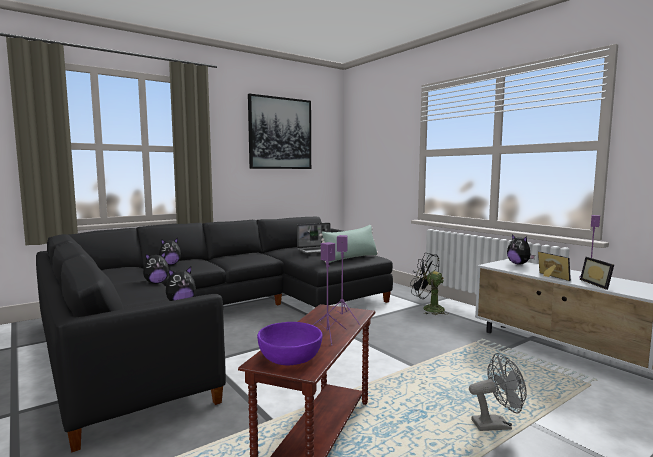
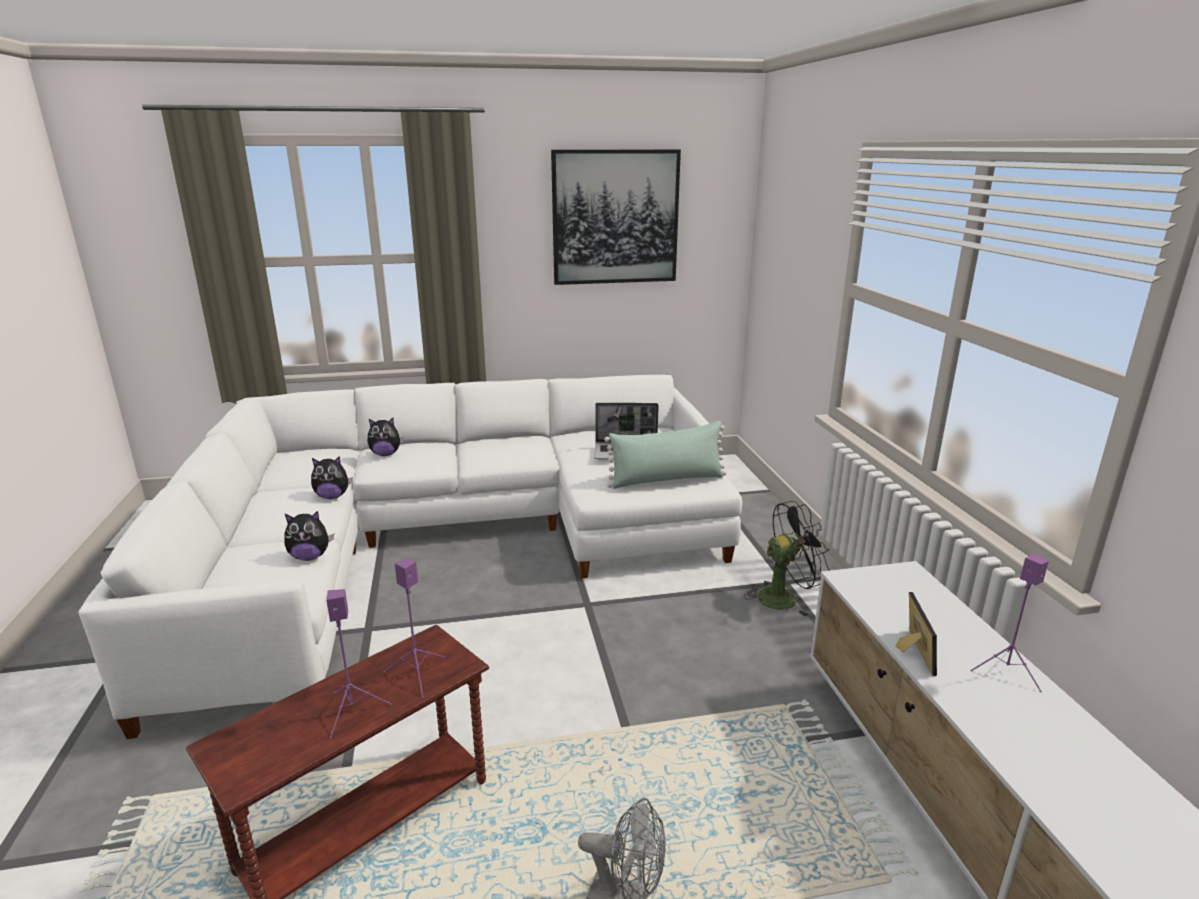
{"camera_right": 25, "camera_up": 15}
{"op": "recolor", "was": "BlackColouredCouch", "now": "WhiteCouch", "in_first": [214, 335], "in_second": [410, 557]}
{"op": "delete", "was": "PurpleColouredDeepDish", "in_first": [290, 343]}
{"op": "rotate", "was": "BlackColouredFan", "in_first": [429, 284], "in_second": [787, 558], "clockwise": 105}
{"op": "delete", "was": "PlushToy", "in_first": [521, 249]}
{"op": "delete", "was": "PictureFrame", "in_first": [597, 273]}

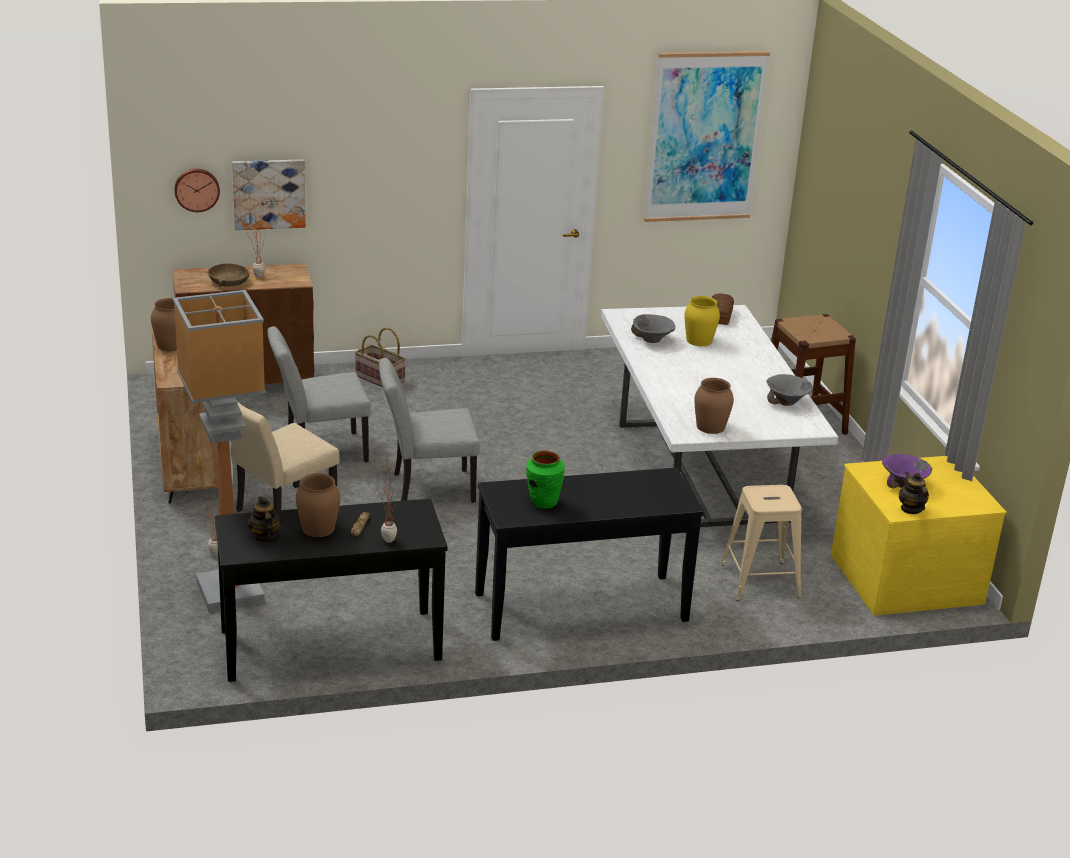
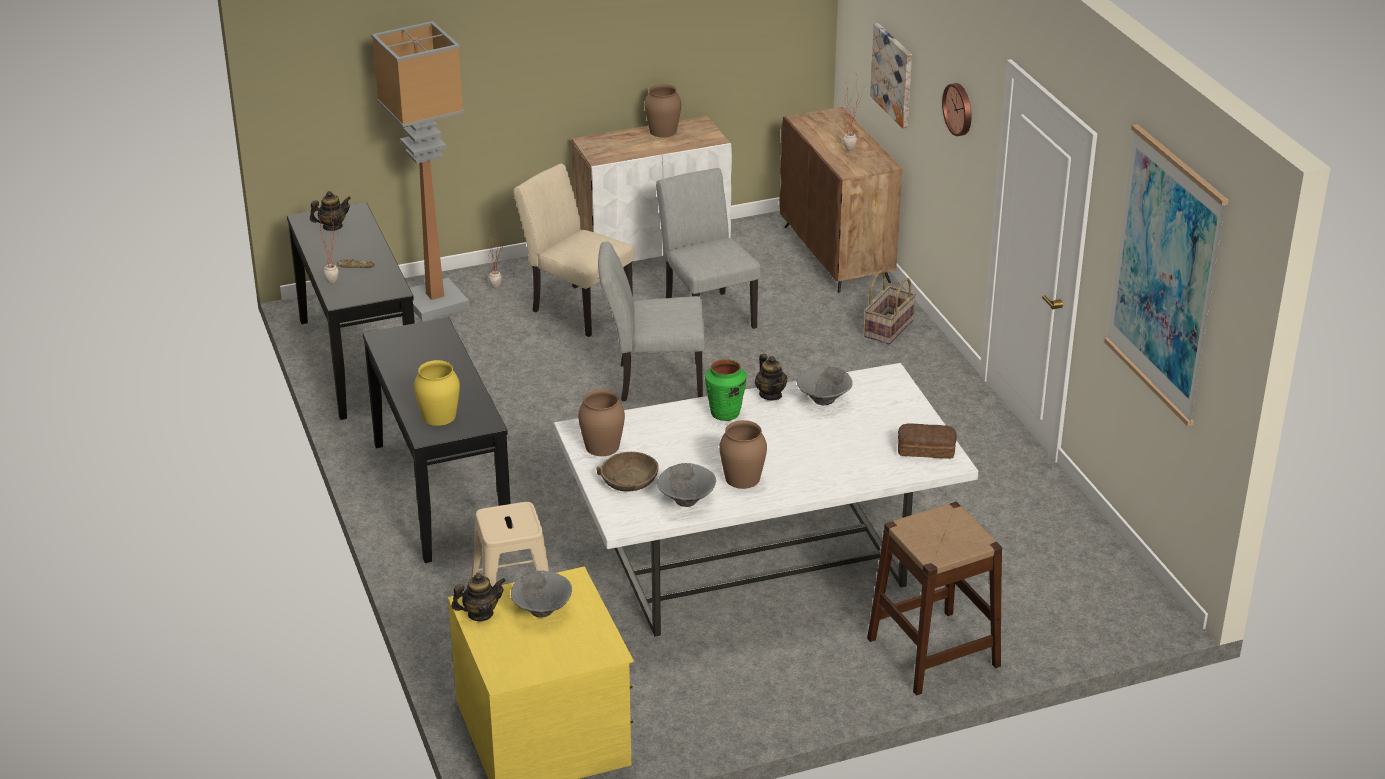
{"camera_right": 85, "camera_up": 5}
{"op": "move", "was": "WallClock", "in_first": [197, 190], "in_second": [956, 109]}
{"op": "move", "was": "BrownColouredDeepDish", "in_first": [229, 275], "in_second": [627, 471]}
{"op": "move", "was": "BrownColouredVase", "in_first": [318, 505], "in_second": [743, 454]}
{"op": "rotate", "was": "GreyishPlainChair", "in_first": [429, 430], "in_second": [651, 321], "clockwise": -75}
{"op": "move", "was": "GreenishVase", "in_first": [545, 479], "in_second": [726, 390]}
{"op": "move", "was": "YellowColouredVase", "in_first": [702, 321], "in_second": [437, 393]}
{"op": "recolor", "was": "PurpleColouredDeepDish", "now": "GreyishDeepDish", "in_first": [907, 471], "in_second": [541, 594]}
{"op": "insert", "now": "Teapot", "in_second": [771, 377]}

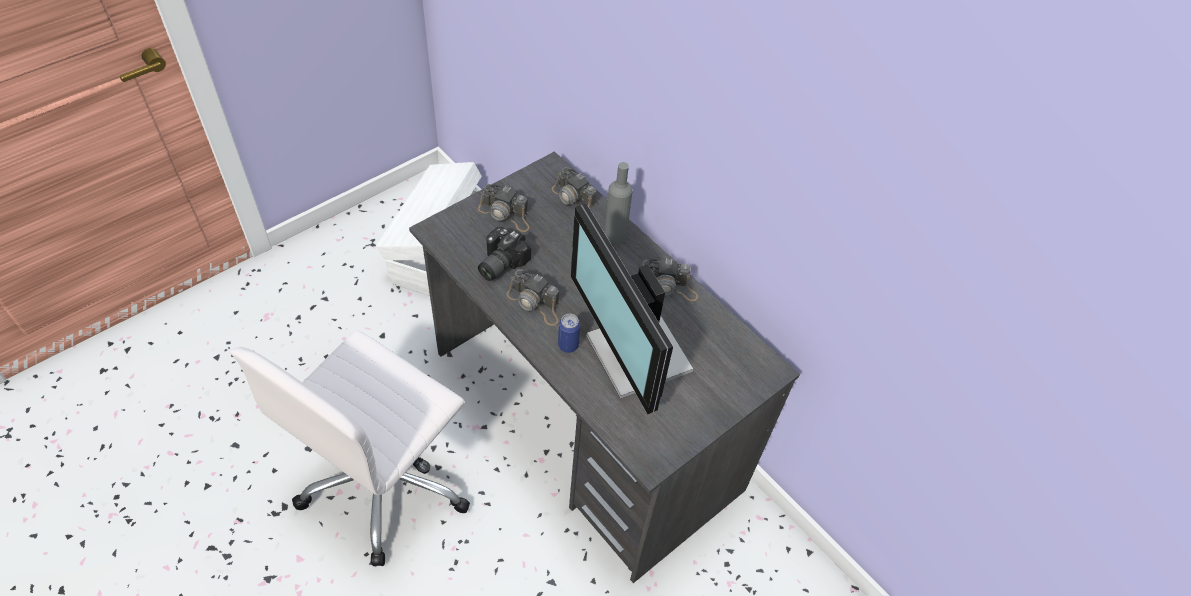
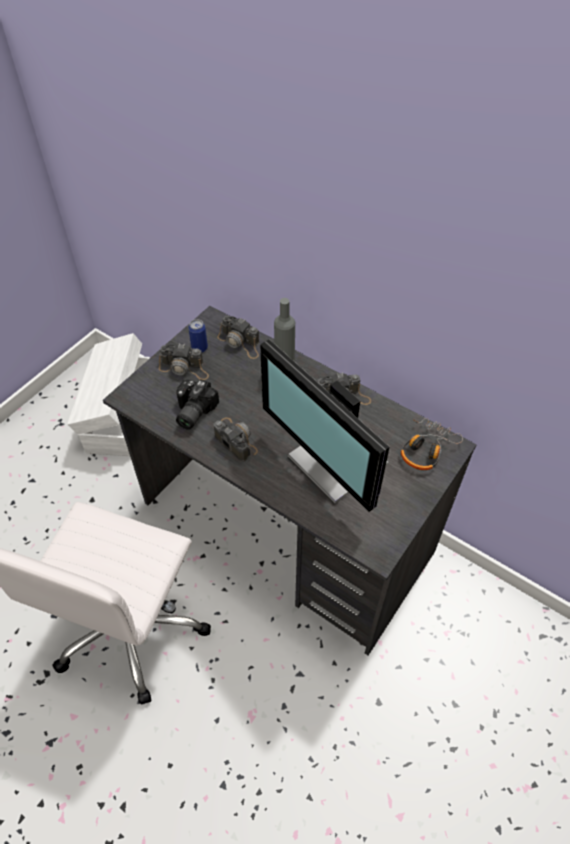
{"camera_right": -10, "camera_up": 0}
{"op": "rotate", "was": "PhotoCamera", "in_first": [532, 297], "in_second": [236, 439], "clockwise": -150}
{"op": "move", "was": "Can", "in_first": [569, 333], "in_second": [198, 336]}
{"op": "insert", "now": "Headphones", "in_second": [432, 444]}

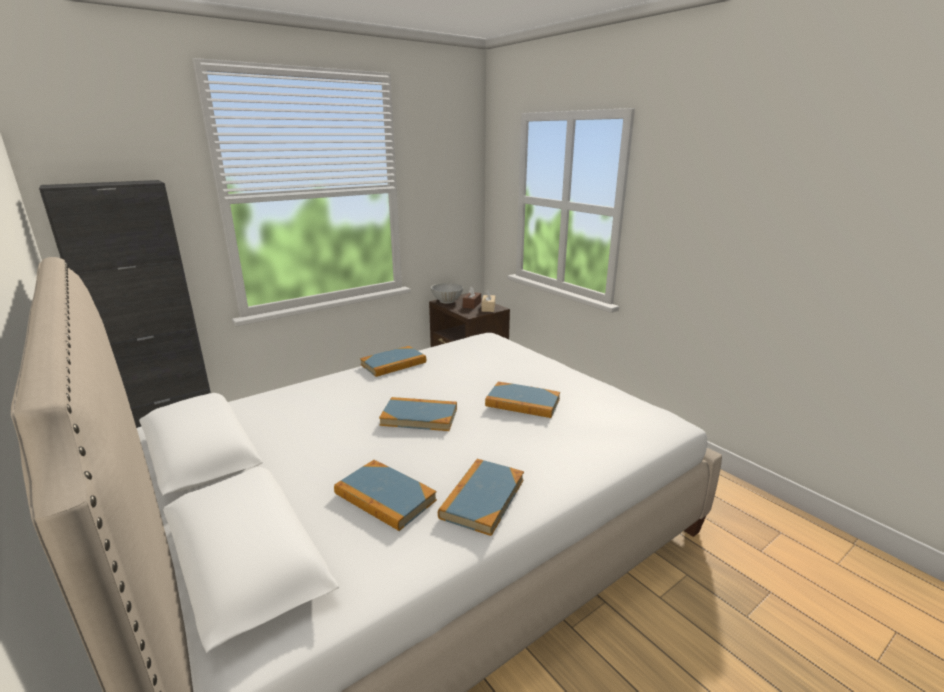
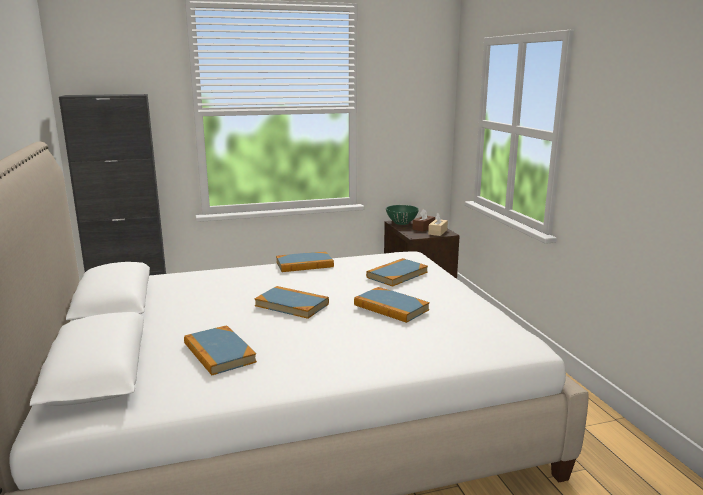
{"camera_right": 20, "camera_up": -5}
{"op": "recolor", "was": "WhiteDeepDish", "now": "GreenishDeepDish", "in_first": [447, 293], "in_second": [402, 215]}
{"op": "move", "was": "Volume", "in_first": [481, 497], "in_second": [397, 272]}

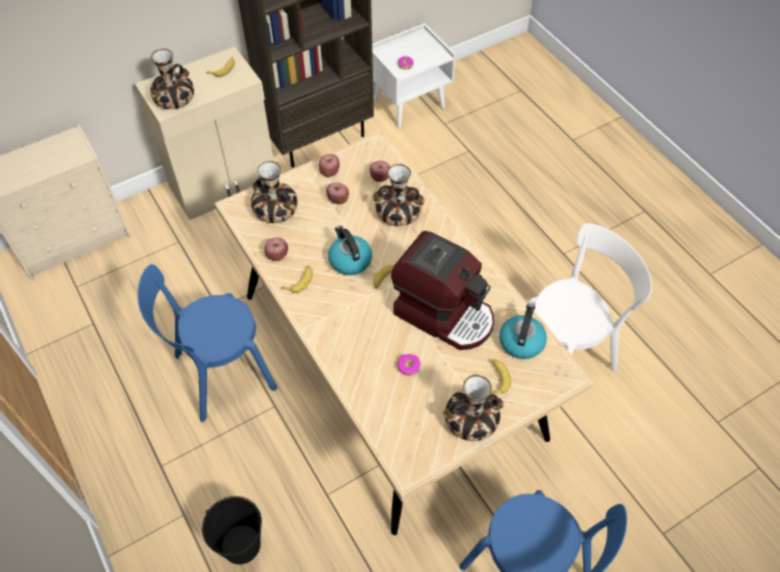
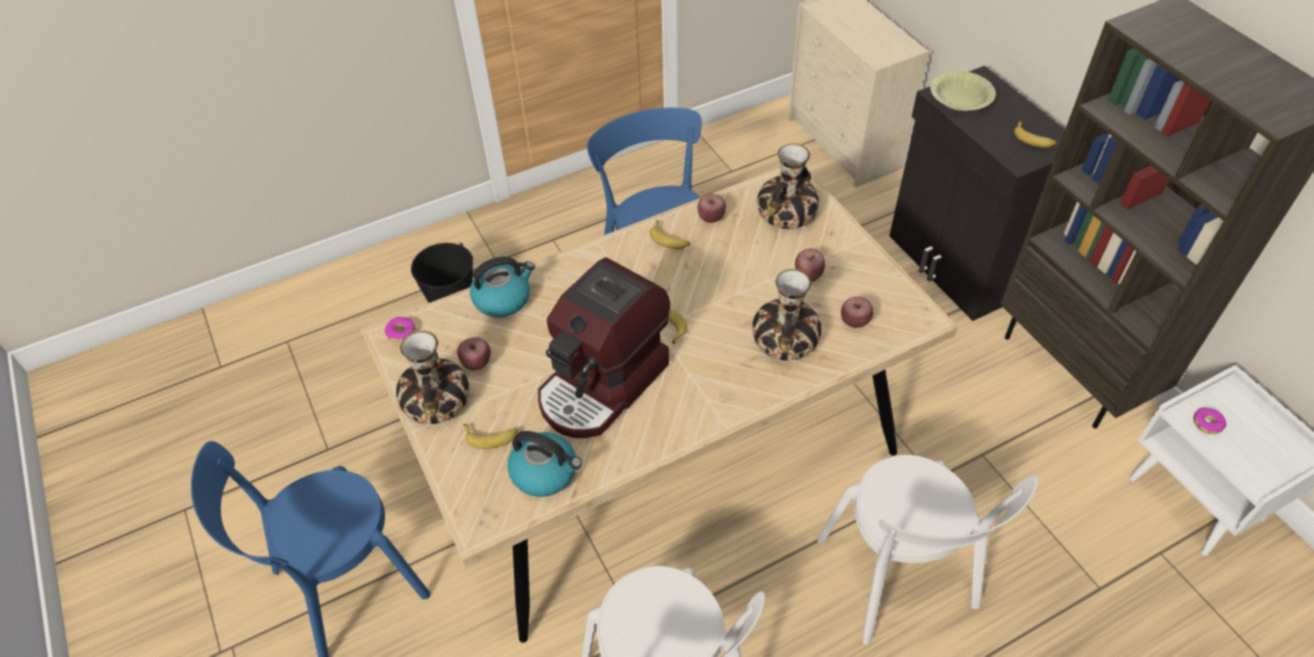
{"camera_right": 95, "camera_up": -5}
{"op": "recolor", "was": "BeigeColouredCupboard", "now": "BlackColouredCupboard", "in_first": [204, 133], "in_second": [977, 193]}
{"op": "replace", "was": "Vase", "now": "YellowColouredDeepDish", "in_first": [172, 79], "in_second": [963, 91]}
{"op": "move", "was": "AppleFruit", "in_first": [329, 165], "in_second": [474, 353]}
{"op": "move", "was": "Kettle", "in_first": [350, 250], "in_second": [502, 287]}
{"op": "move", "was": "Donut", "in_first": [408, 365], "in_second": [400, 330]}
{"op": "insert", "now": "WhitePlainChair", "in_second": [927, 550]}

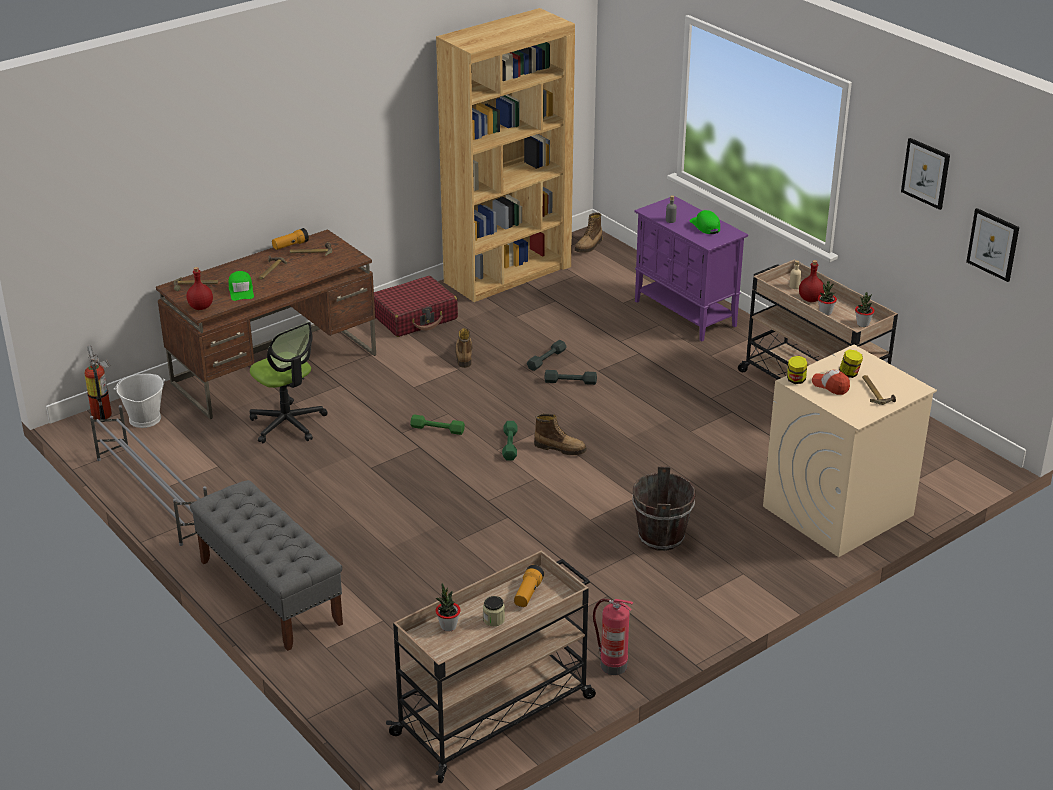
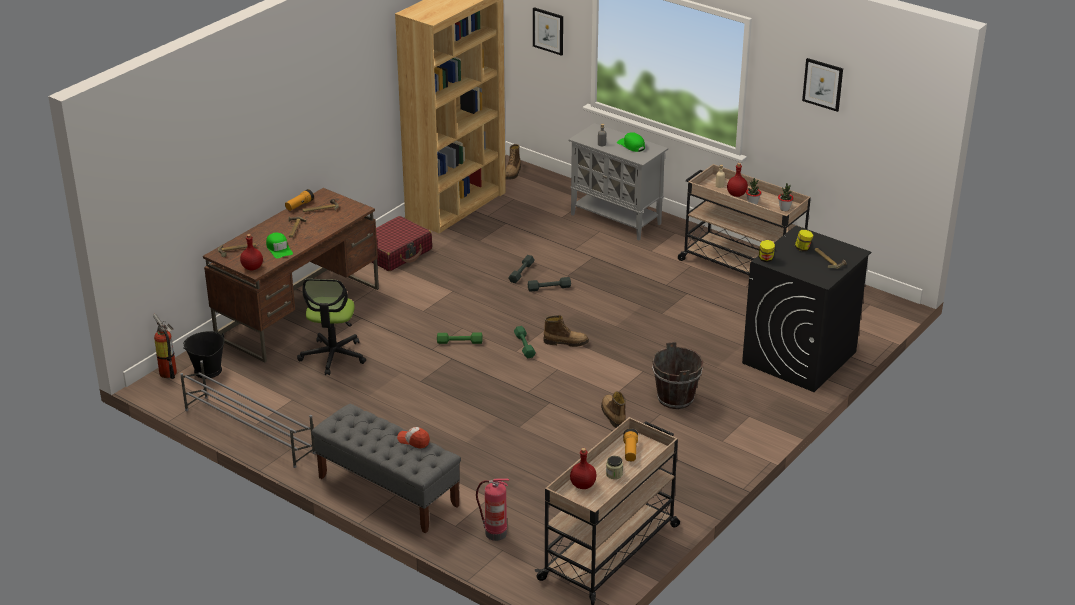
{"camera_right": -15, "camera_up": 0}
{"op": "recolor", "was": "WhitePail", "now": "BlackColouredPail", "in_first": [140, 401], "in_second": [203, 355]}
{"op": "rotate", "was": "ComputerChair", "in_first": [289, 382], "in_second": [331, 327], "clockwise": 60}
{"op": "replace", "was": "Houseplant", "now": "RedColouredBottle", "in_first": [448, 607], "in_second": [583, 468]}
{"op": "move", "was": "HighTopBoot", "in_first": [464, 348], "in_second": [613, 410]}
{"op": "move", "was": "Extinguisher", "in_first": [613, 637], "in_second": [492, 510]}
{"op": "recolor", "was": "PurpleColouredCupboard", "now": "GreyishCupboard", "in_first": [691, 268], "in_second": [618, 181]}
{"op": "recolor", "was": "BeigeColouredLaundryAppliance", "now": "BlackColouredLaundryAppliance", "in_first": [850, 451], "in_second": [806, 309]}
{"op": "move", "was": "Cap", "in_first": [831, 382], "in_second": [413, 438]}
{"op": "move", "was": "WallArt", "in_first": [992, 245], "in_second": [548, 31]}

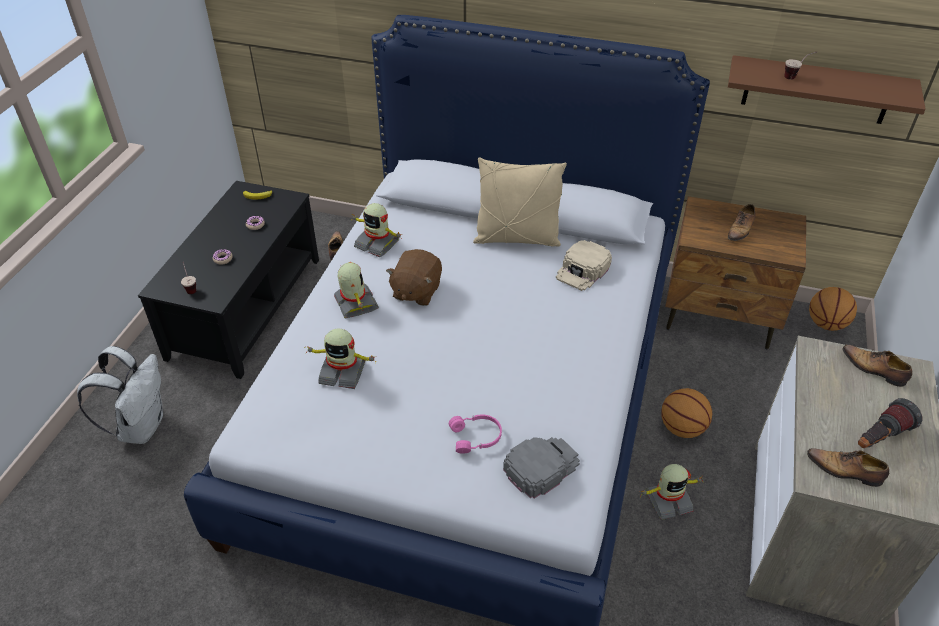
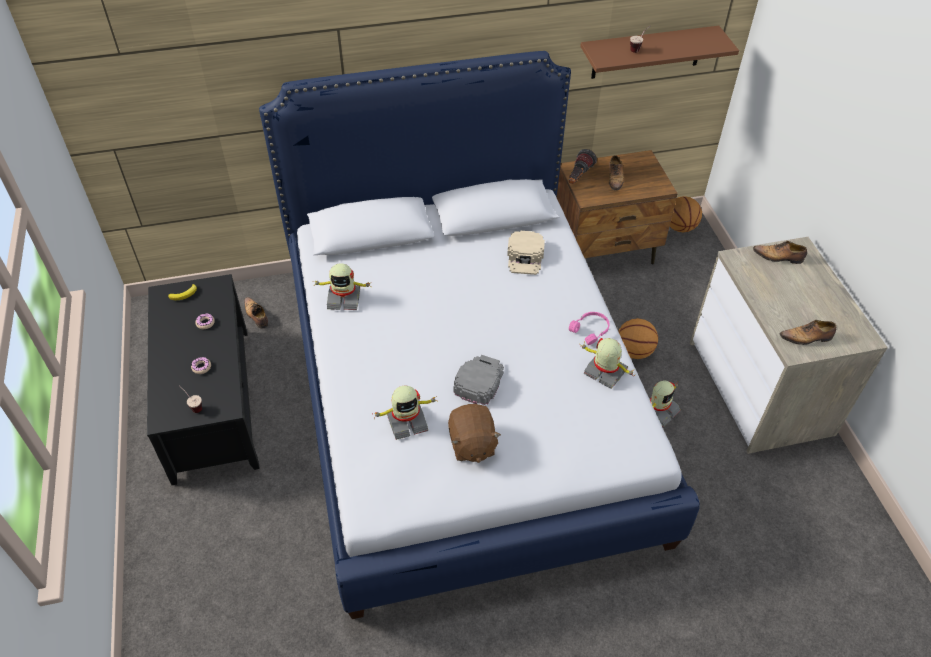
{"camera_right": -30, "camera_up": 5}
{"op": "delete", "was": "WhiteRucksack", "in_first": [120, 395]}
{"op": "move", "was": "ModelRobot", "in_first": [356, 290], "in_second": [608, 363]}
{"op": "move", "was": "BrownColouredPlushToy", "in_first": [414, 277], "in_second": [474, 433]}
{"op": "move", "was": "PinkColouredHeadphones", "in_first": [475, 434], "in_second": [589, 328]}
{"op": "delete", "was": "BeigeColouredThrowPillow", "in_first": [520, 202]}
{"op": "move", "was": "GreyishCap", "in_first": [541, 468], "in_second": [479, 380]}
{"op": "move", "was": "Flashlight", "in_first": [890, 423], "in_second": [583, 166]}

